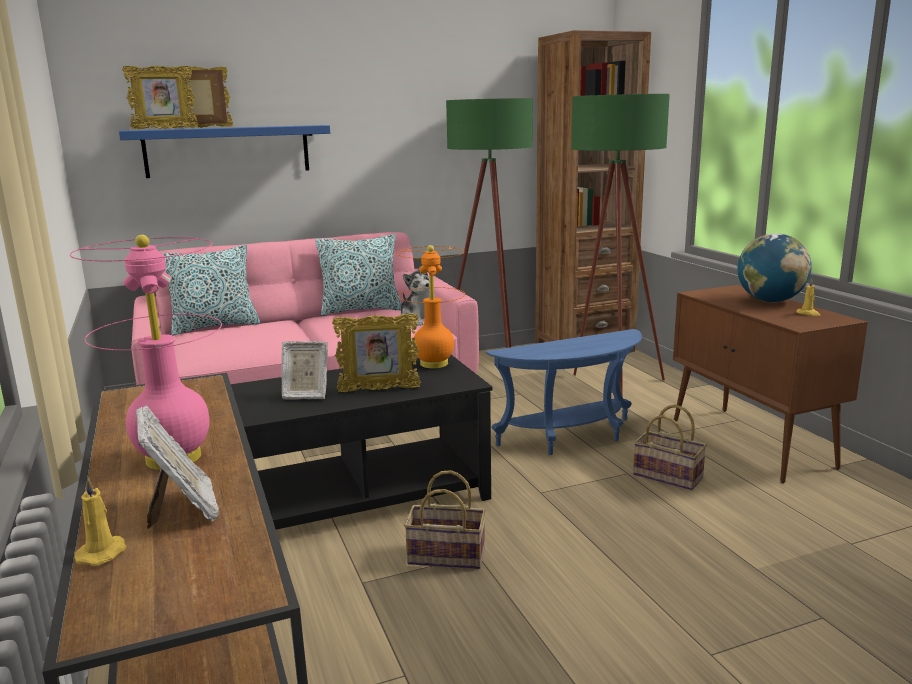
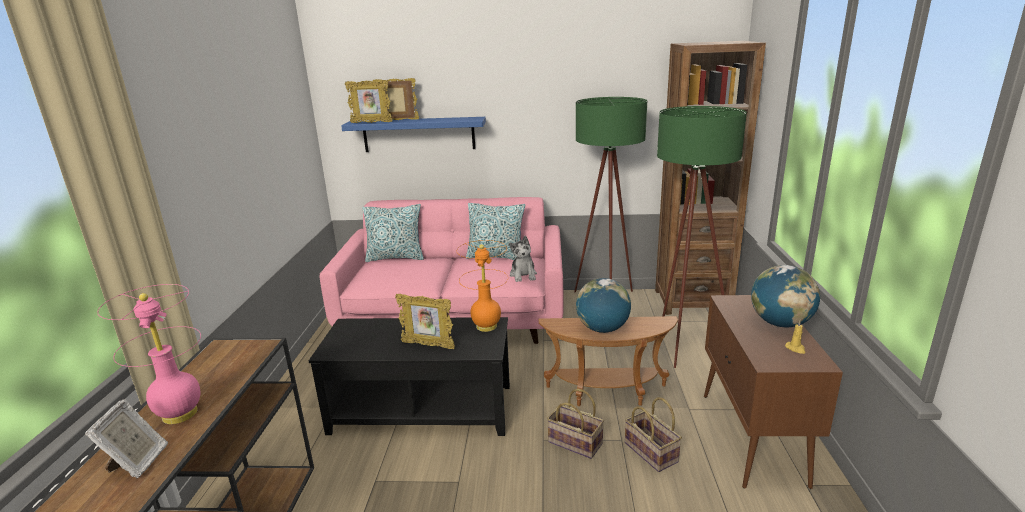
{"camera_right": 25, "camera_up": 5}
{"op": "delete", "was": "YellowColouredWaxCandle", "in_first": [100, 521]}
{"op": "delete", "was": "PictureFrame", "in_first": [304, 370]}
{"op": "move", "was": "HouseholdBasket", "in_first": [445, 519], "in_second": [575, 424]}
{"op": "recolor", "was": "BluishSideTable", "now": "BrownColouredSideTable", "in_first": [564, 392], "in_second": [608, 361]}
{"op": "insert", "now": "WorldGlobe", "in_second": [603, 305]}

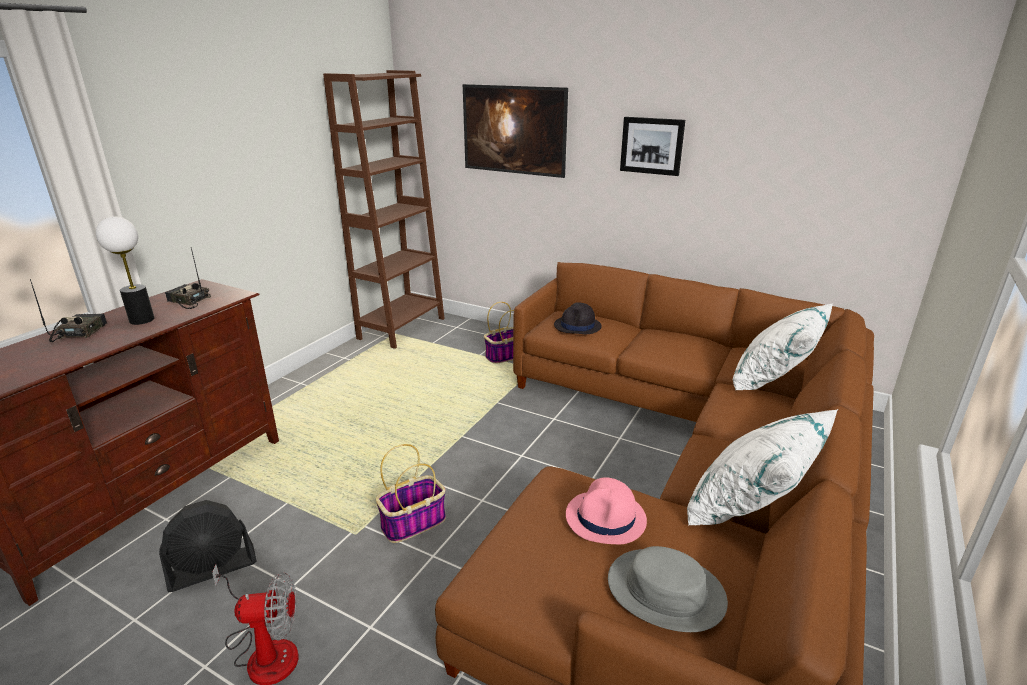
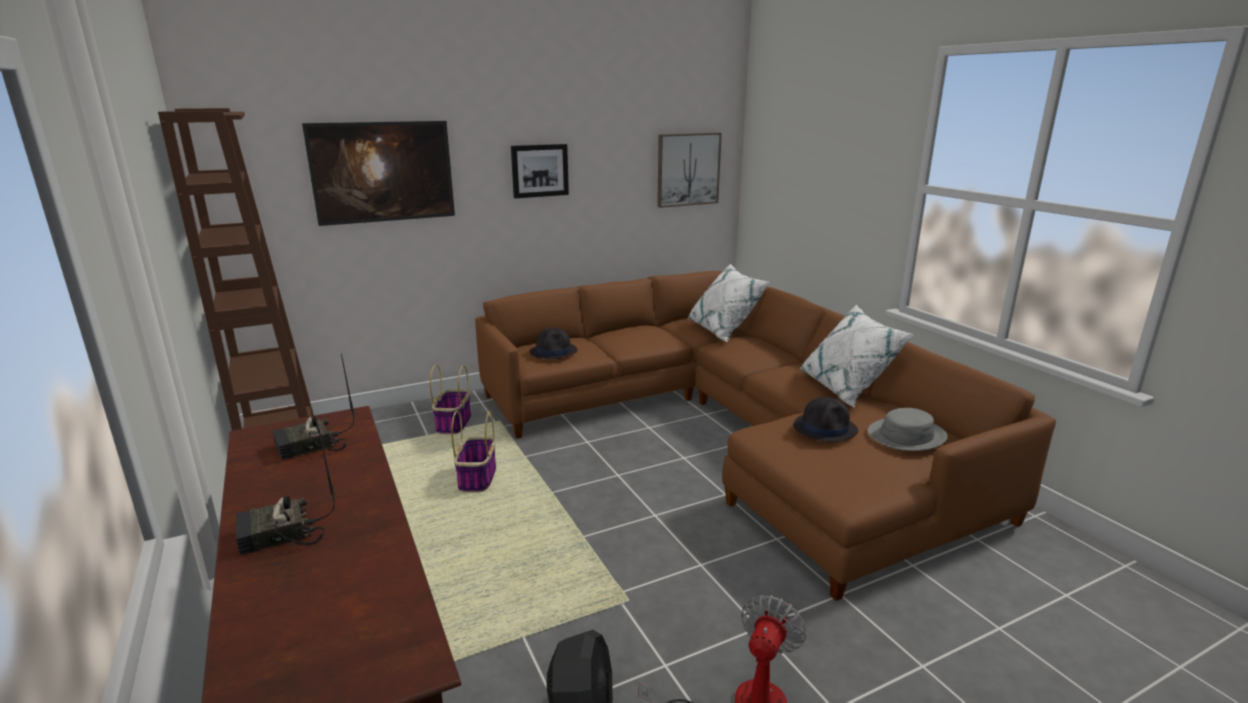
{"camera_right": -55, "camera_up": -5}
{"op": "rotate", "was": "RadioSet", "in_first": [68, 310], "in_second": [285, 489], "clockwise": -60}
{"op": "delete", "was": "TabletopLamp", "in_first": [125, 271]}
{"op": "move", "was": "HouseholdBasket", "in_first": [411, 493], "in_second": [473, 451]}
{"op": "recolor", "was": "PinkColouredClothingHat", "now": "BlackColouredClothingHat", "in_first": [606, 511], "in_second": [825, 419]}
{"op": "insert", "now": "WallArt", "in_second": [689, 170]}

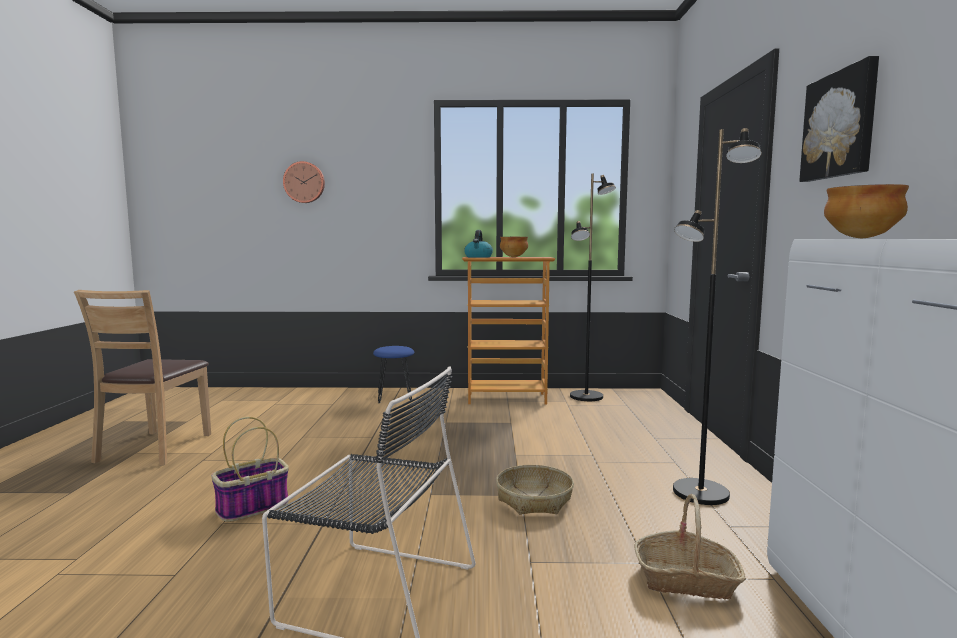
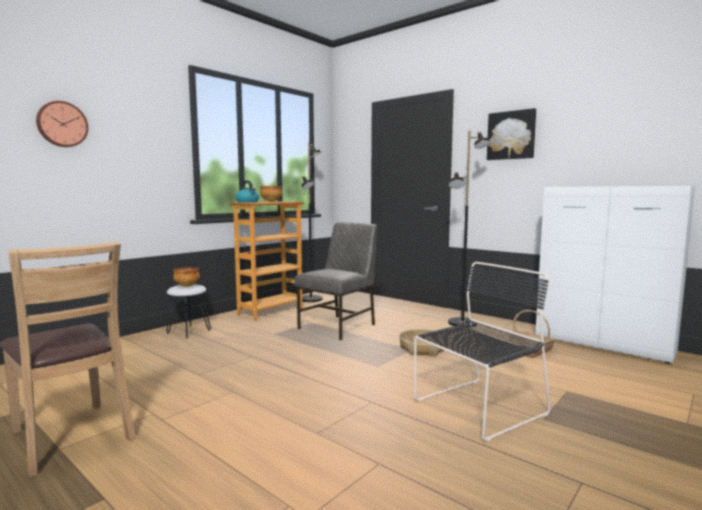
{"camera_right": -50, "camera_up": 0}
{"op": "delete", "was": "HouseholdBasket", "in_first": [250, 469]}
{"op": "recolor", "was": "BluishSittingStool", "now": "WhiteSittingStool", "in_first": [393, 374], "in_second": [188, 311]}
{"op": "move", "was": "DeepDish", "in_first": [866, 211], "in_second": [186, 277]}
{"op": "insert", "now": "GreyishPlainChair", "in_second": [336, 281]}

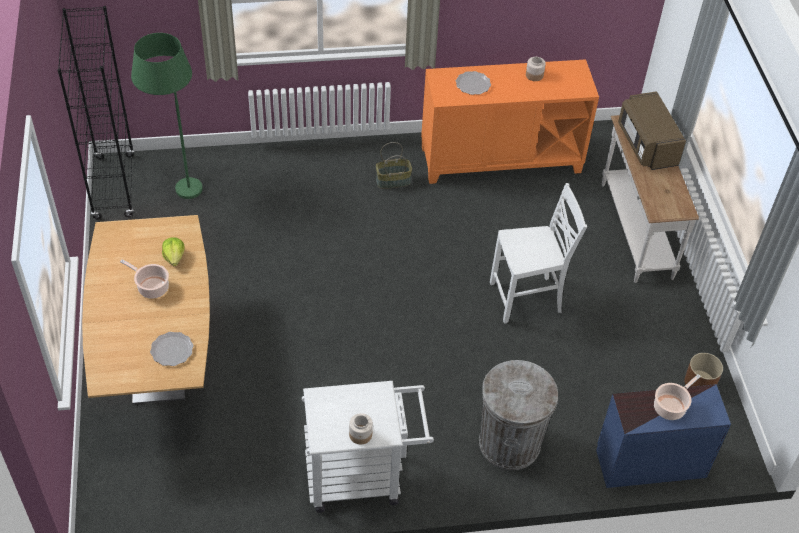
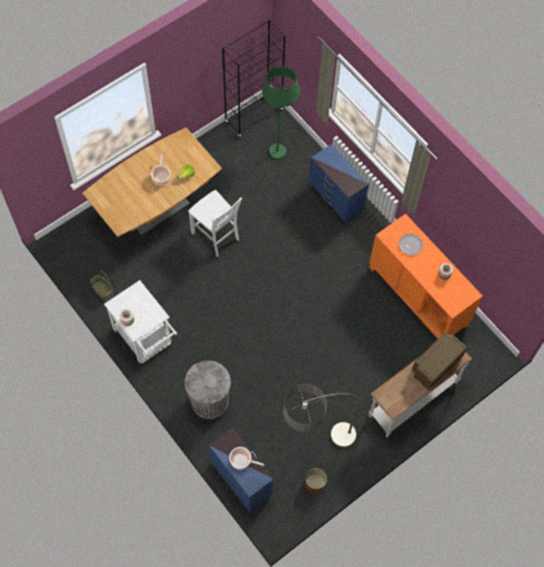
{"camera_right": 60, "camera_up": 15}
{"op": "delete", "was": "DinnerPlate", "in_first": [172, 349]}
{"op": "move", "was": "HouseholdBasket", "in_first": [394, 165], "in_second": [101, 286]}
{"op": "move", "was": "WhitePlainChair", "in_first": [538, 253], "in_second": [215, 223]}
{"op": "insert", "now": "StandardLamp", "in_second": [321, 415]}
{"op": "insert", "now": "BluishDrawerChest", "in_second": [339, 184]}

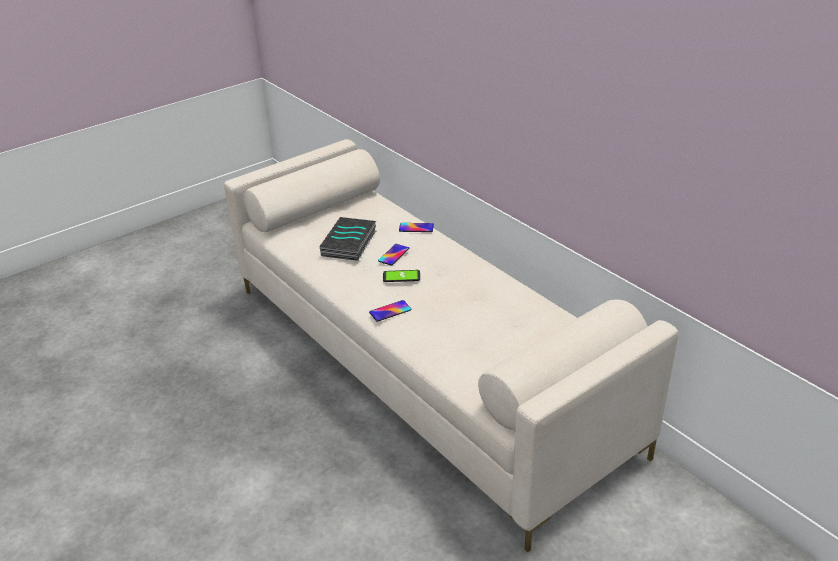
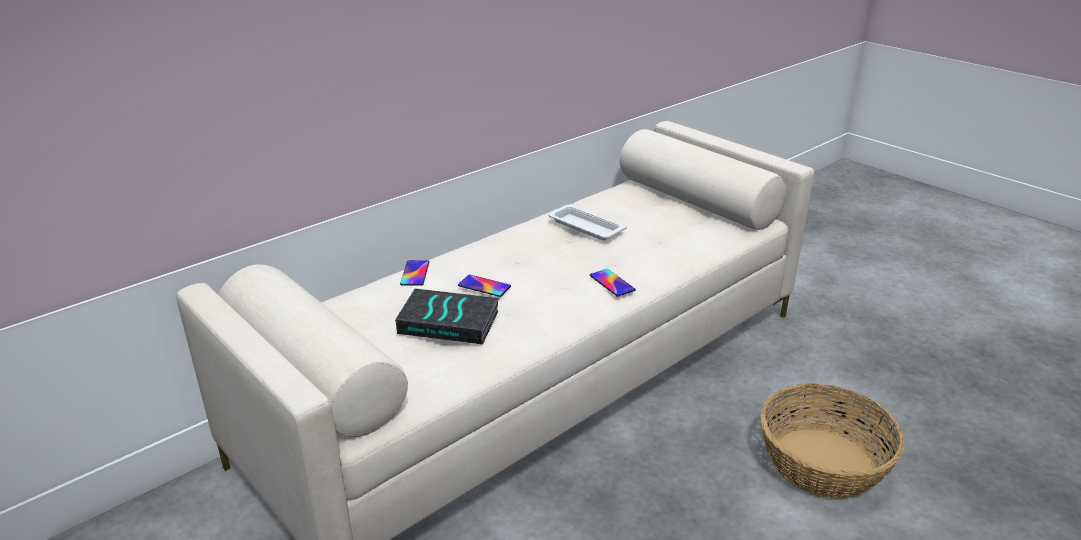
{"camera_right": -95, "camera_up": -5}
{"op": "delete", "was": "Phone", "in_first": [401, 276]}
{"op": "insert", "now": "WhiteServingTray", "in_second": [587, 223]}
{"op": "insert", "now": "HouseholdBasket", "in_second": [832, 441]}

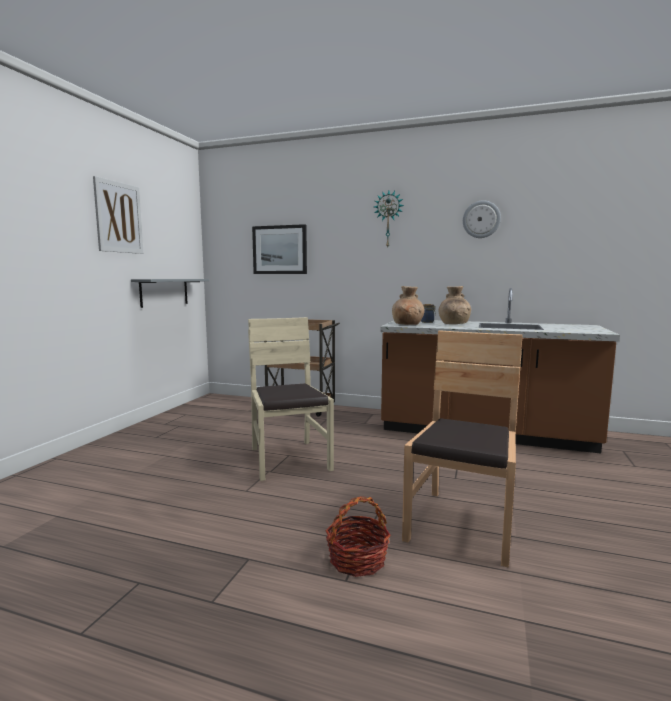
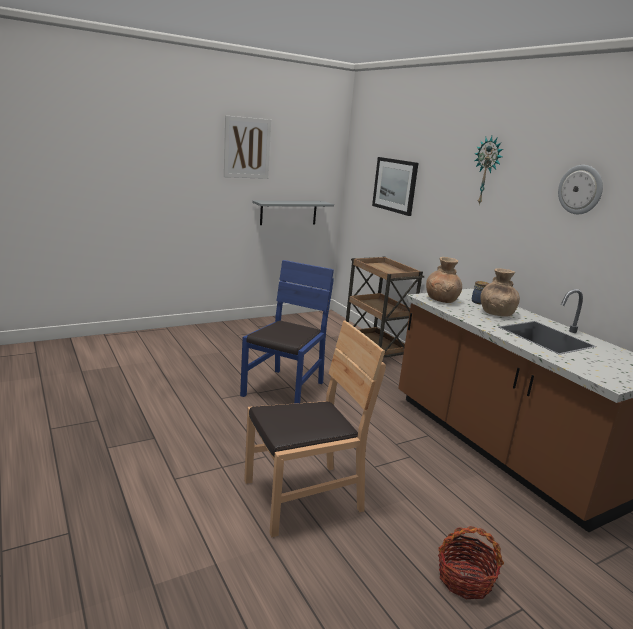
{"camera_right": 40, "camera_up": 10}
{"op": "recolor", "was": "BeigeColouredPlainChair", "now": "BluishPlainChair", "in_first": [291, 399], "in_second": [287, 331]}
{"op": "move", "was": "HouseholdBasket", "in_first": [358, 536], "in_second": [471, 562]}

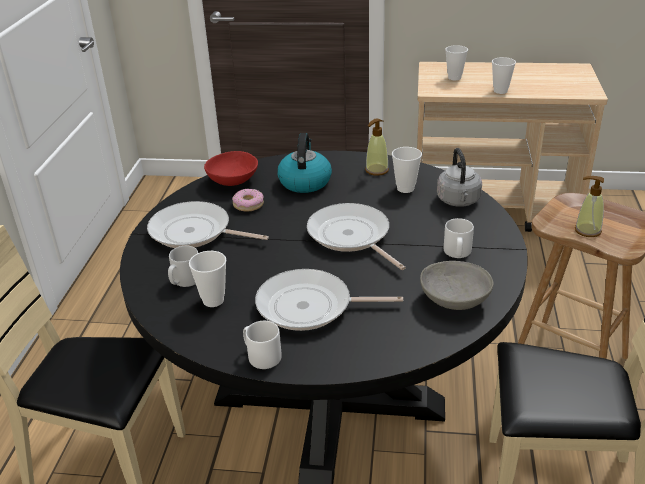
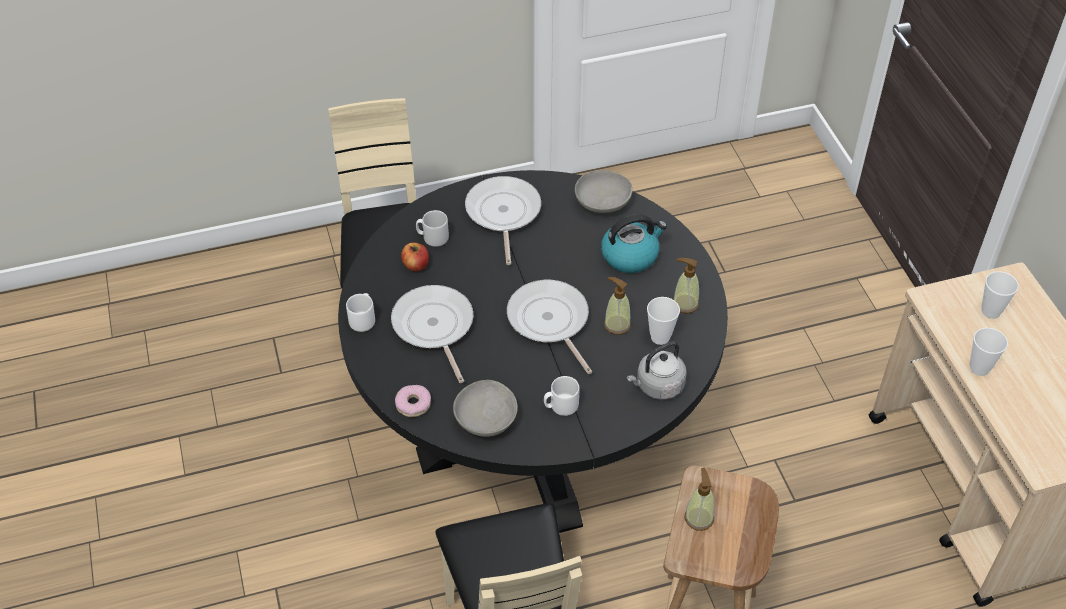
{"camera_right": 65, "camera_up": 15}
{"op": "replace", "was": "SmallCup", "now": "AppleFruit", "in_first": [207, 279], "in_second": [415, 256]}
{"op": "recolor", "was": "RedColouredDeepDish", "now": "GreyishDeepDish", "in_first": [231, 168], "in_second": [604, 191]}
{"op": "move", "was": "Donut", "in_first": [248, 200], "in_second": [413, 401]}
{"op": "rotate", "was": "FryingPan", "in_first": [356, 236], "in_second": [549, 327], "clockwise": -60}
{"op": "insert", "now": "SoapDispenser", "in_second": [617, 306]}

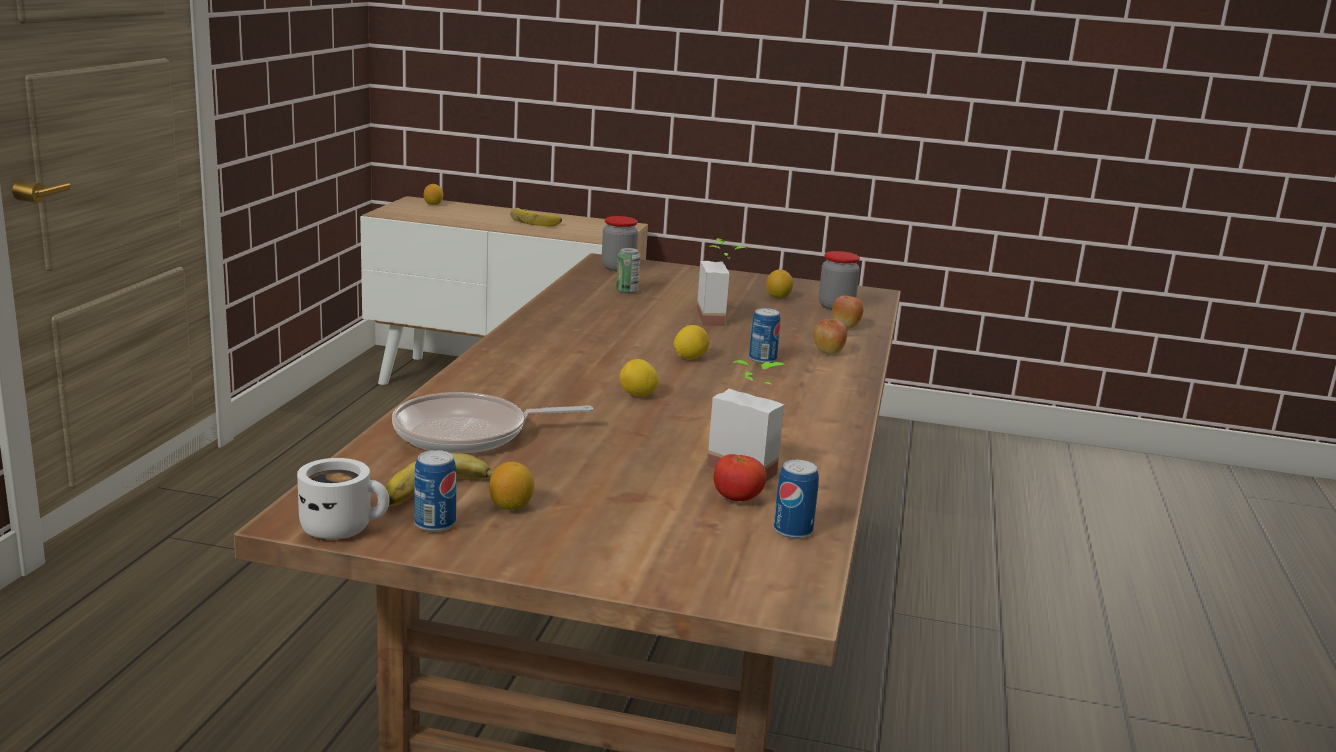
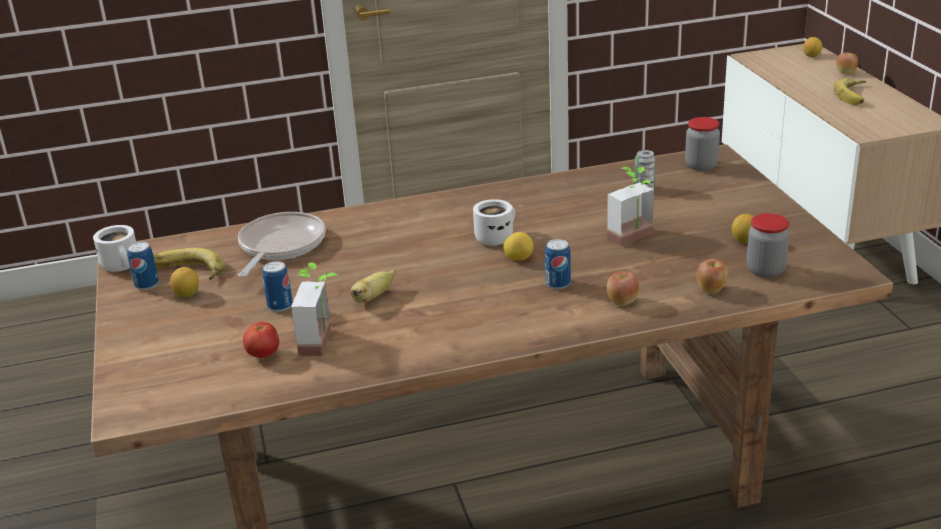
{"camera_right": 65, "camera_up": 10}
{"op": "rotate", "was": "FryingPan", "in_first": [492, 422], "in_second": [282, 244], "clockwise": 60}
{"op": "delete", "was": "CitrusFruit", "in_first": [639, 377]}
{"op": "move", "was": "Can", "in_first": [796, 499], "in_second": [277, 286]}
{"op": "insert", "now": "BananaFruit", "in_second": [373, 286]}
{"op": "insert", "now": "WhiteTeaMug", "in_second": [494, 222]}
{"op": "insert", "now": "AppleFruit", "in_second": [847, 63]}

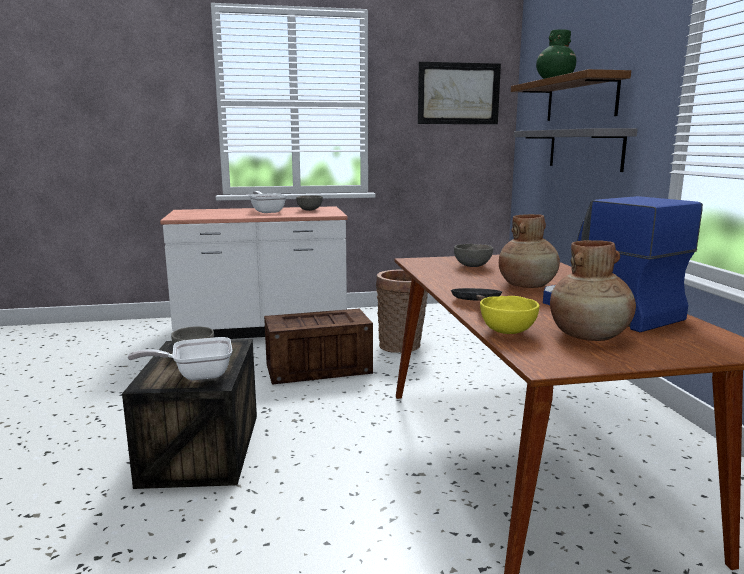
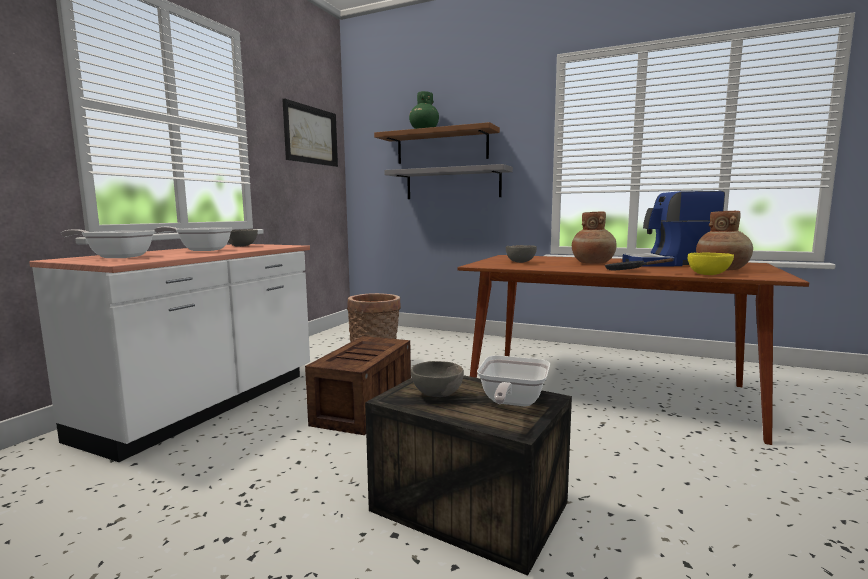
{"camera_right": -55, "camera_up": -5}
{"op": "insert", "now": "FryingPan", "in_second": [108, 243]}

